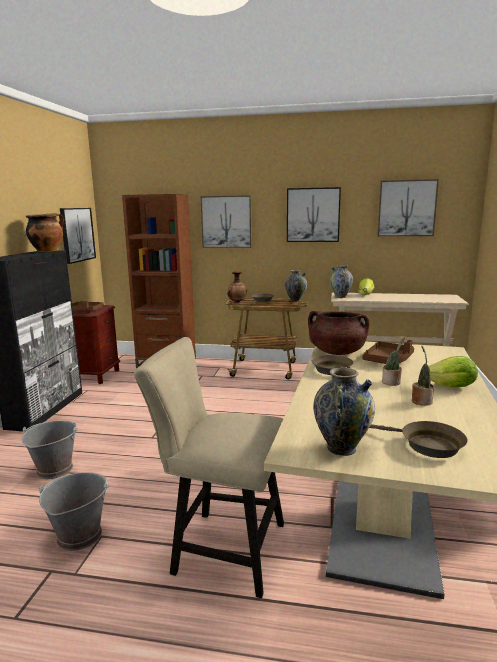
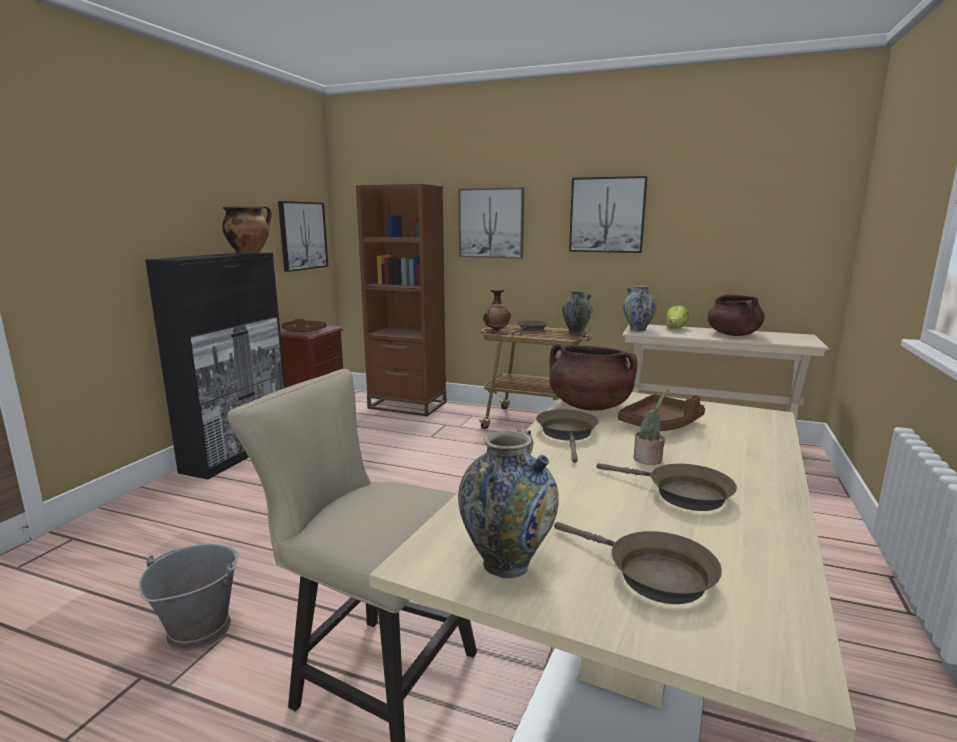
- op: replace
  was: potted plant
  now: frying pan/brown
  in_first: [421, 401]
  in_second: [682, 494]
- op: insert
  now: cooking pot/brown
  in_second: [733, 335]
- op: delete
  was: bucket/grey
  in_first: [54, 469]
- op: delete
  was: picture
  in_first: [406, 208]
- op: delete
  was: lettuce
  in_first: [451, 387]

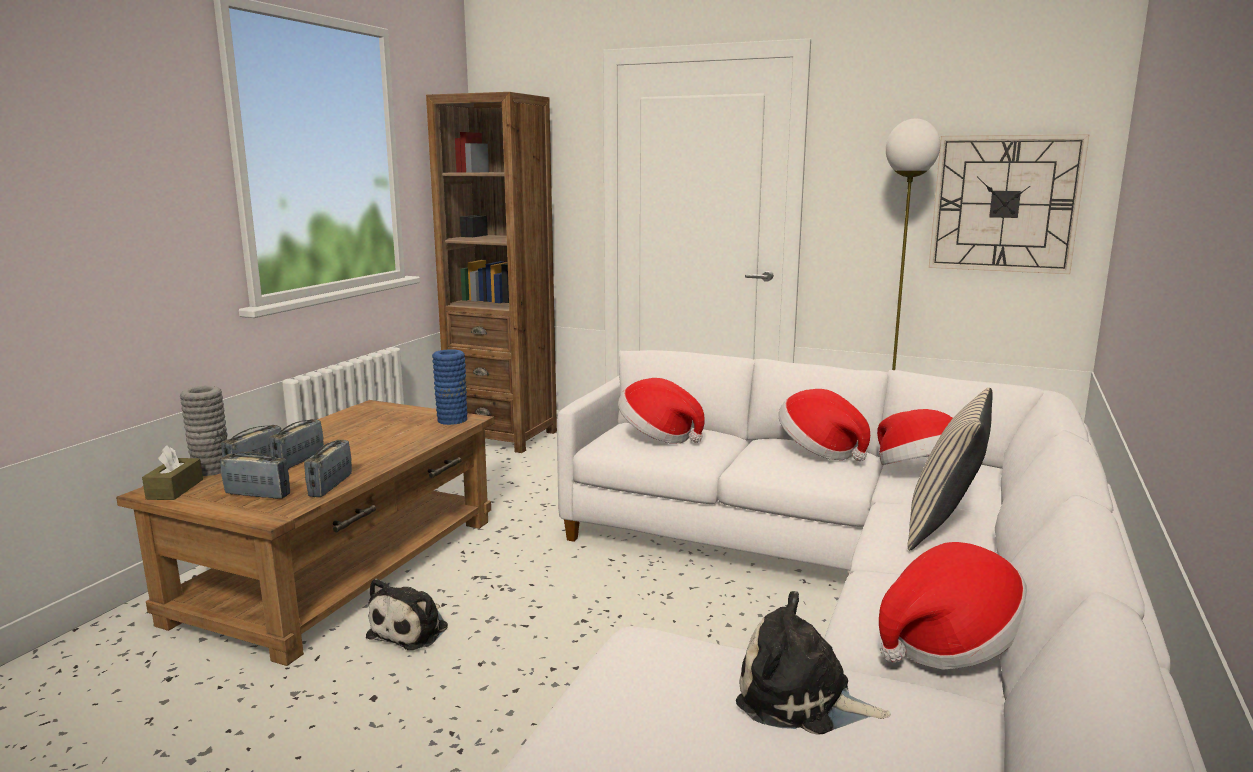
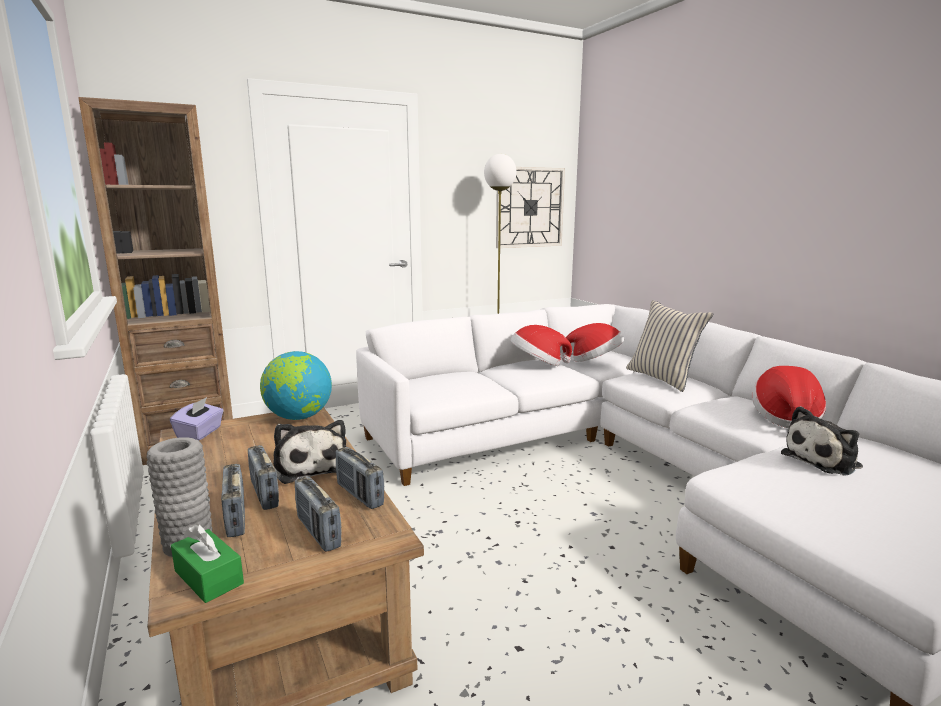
- op: insert
  now: tissue box/purple
  in_second: [200, 433]
- op: recolor
  was: tissue box/brown
  now: tissue box/green
  in_first: [175, 489]
  in_second: [208, 577]
- op: replace
  was: vase/blue
  now: globe
  in_first: [452, 420]
  in_second: [298, 417]
- op: move
  was: plush toy
  in_first: [412, 630]
  in_second: [310, 466]
- op: rotate
  was: radio
  in_first: [257, 494]
  in_second: [318, 533]
  clockwise: -90
- op: delete
  was: hat
  in_first: [658, 436]

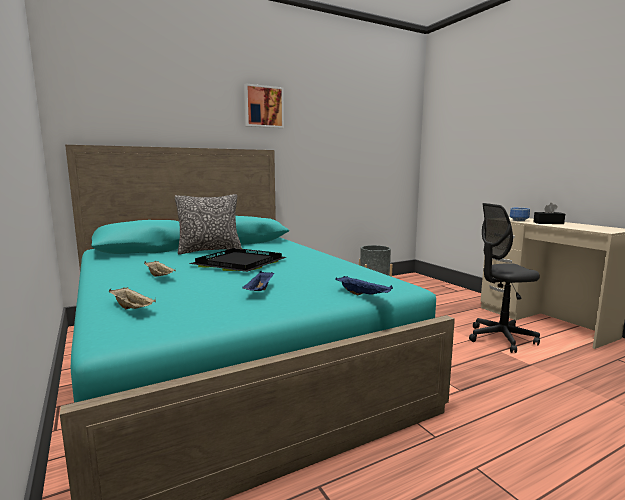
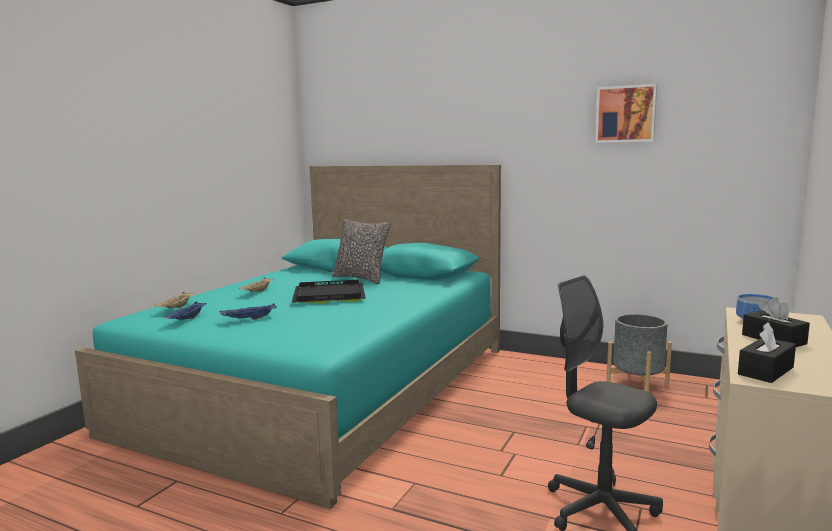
- op: move
  was: tray/blue
  in_first: [363, 295]
  in_second: [187, 320]
- op: move
  was: picture
  in_first: [263, 107]
  in_second: [625, 114]
- op: insert
  now: tissue box/black
  in_second: [765, 371]

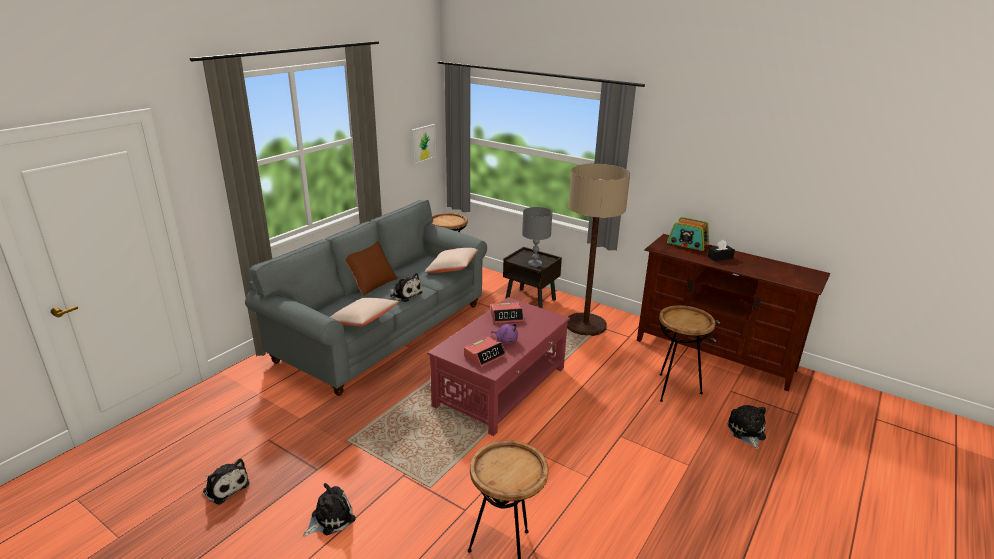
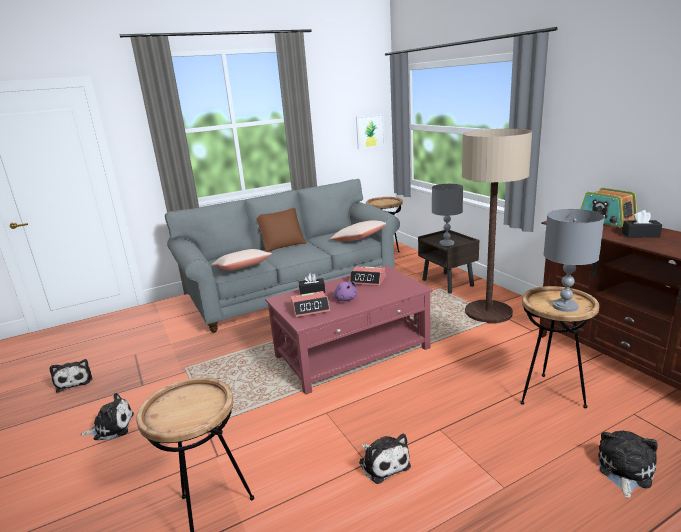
- op: insert
  now: tissue box/black
  in_second: [312, 291]
- op: move
  was: plush toy
  in_first: [404, 294]
  in_second: [383, 463]
- op: insert
  now: table lamp/grey
  in_second: [564, 306]

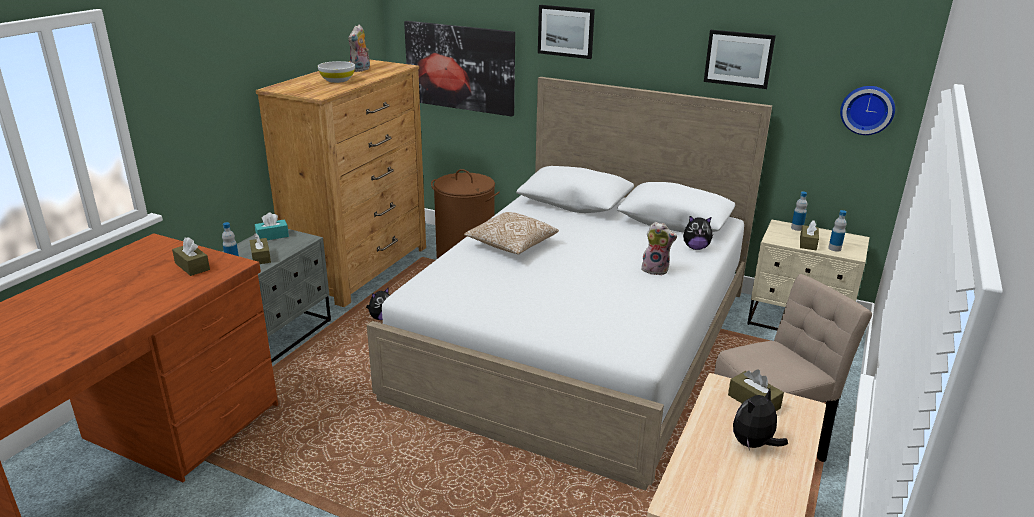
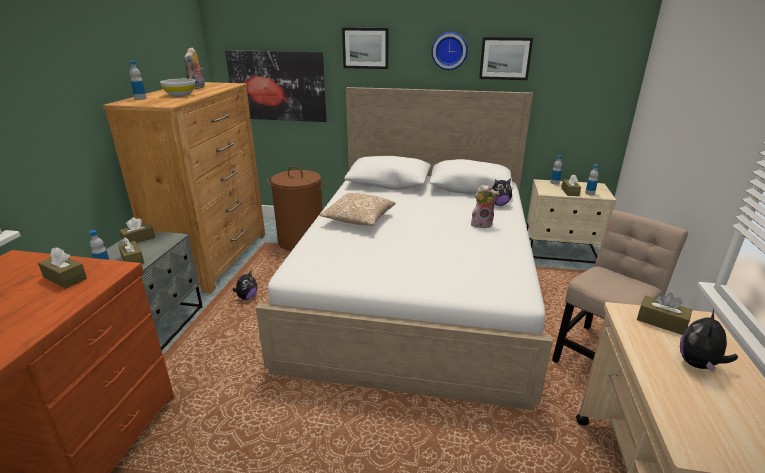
- op: recolor
  was: tissue box/turquoise
  now: tissue box/brown
  in_first: [272, 236]
  in_second: [138, 239]
- op: insert
  now: bottle
  in_second: [140, 99]
- op: move
  was: wall clock
  in_first: [867, 109]
  in_second: [449, 50]

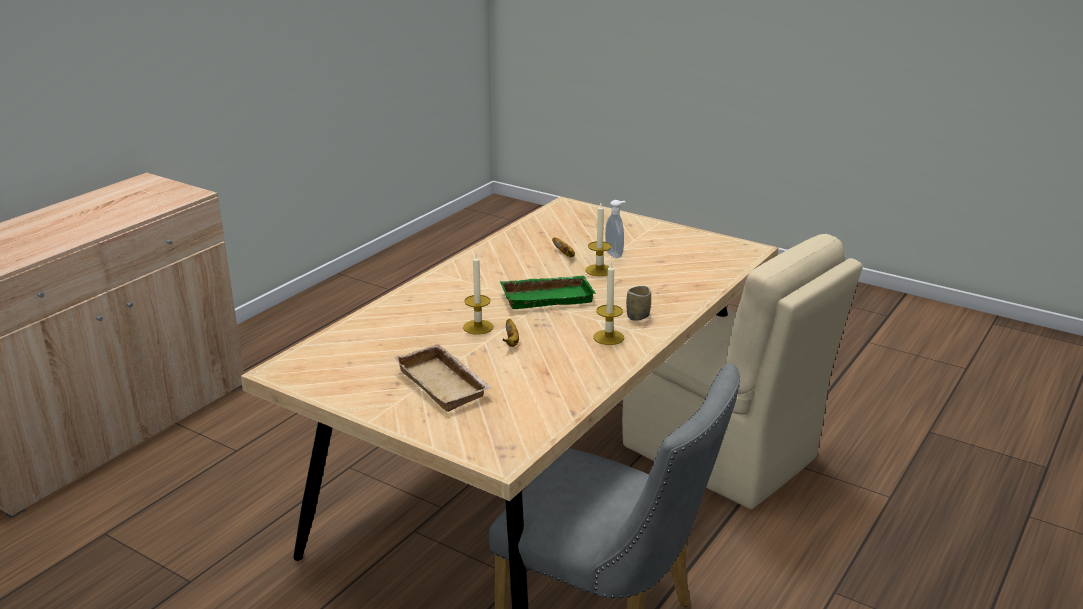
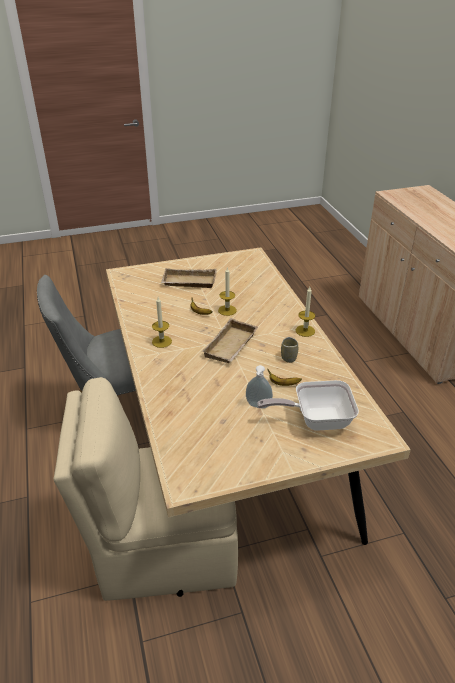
- op: recolor
  was: tray/green
  now: tray/beige
  in_first: [547, 297]
  in_second: [232, 346]
- op: insert
  now: frying pan
  in_second: [316, 420]
- op: move
  was: cup
  in_first: [638, 316]
  in_second: [288, 358]
- op: move
  was: candle
  in_first: [599, 270]
  in_second: [305, 331]

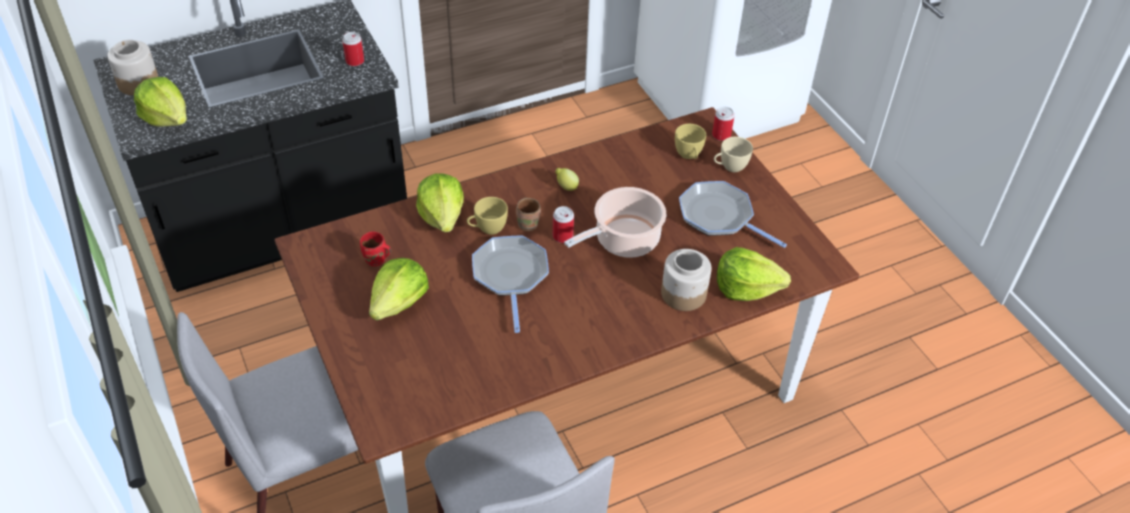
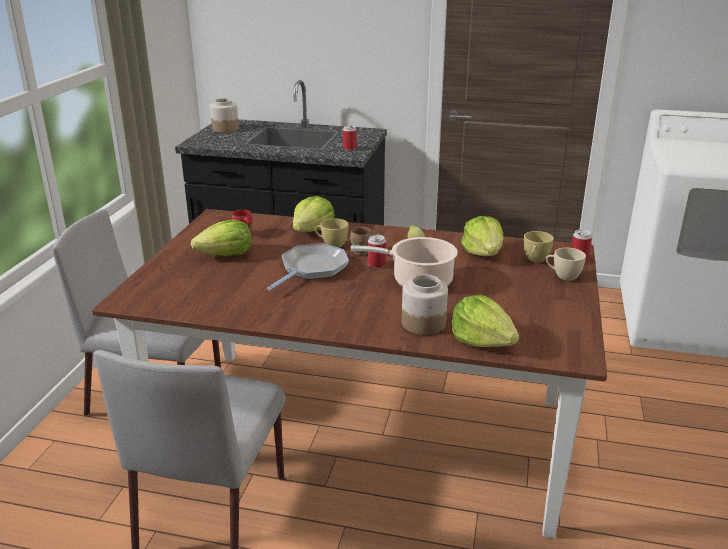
- op: move
  was: lettuce
  in_first: [167, 117]
  in_second: [483, 253]
- op: delete
  was: frying pan
  in_first: [719, 216]

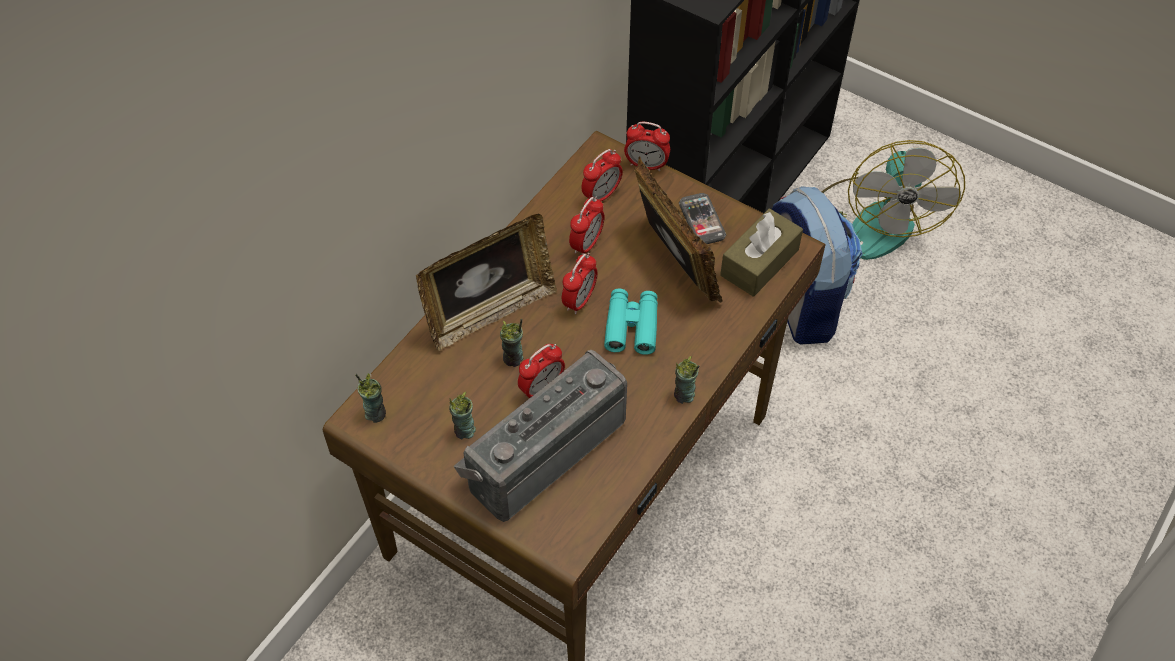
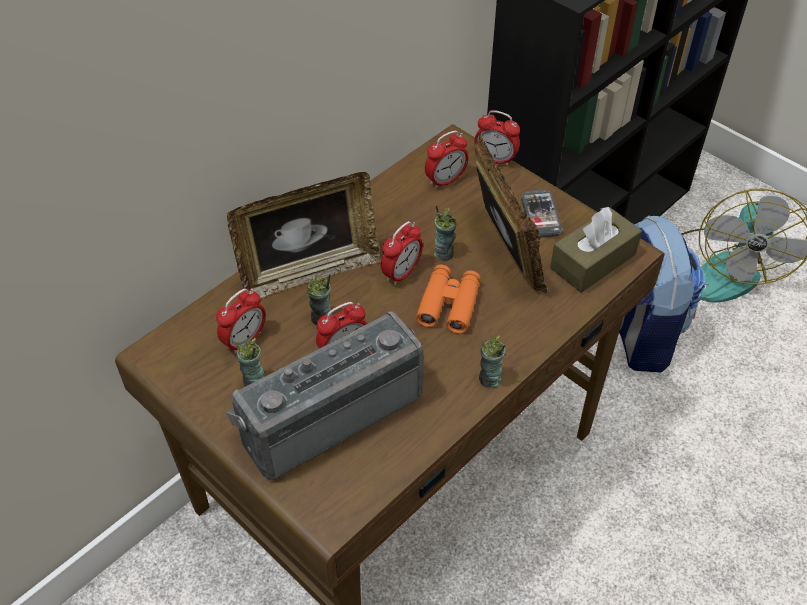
- op: move
  was: alarm clock
  in_first: [587, 244]
  in_second: [244, 340]
- op: recolor
  was: binoculars/turquoise
  now: binoculars/orange
  in_first: [631, 326]
  in_second: [449, 304]
- op: move
  was: cup
  in_first: [375, 413]
  in_second: [444, 253]

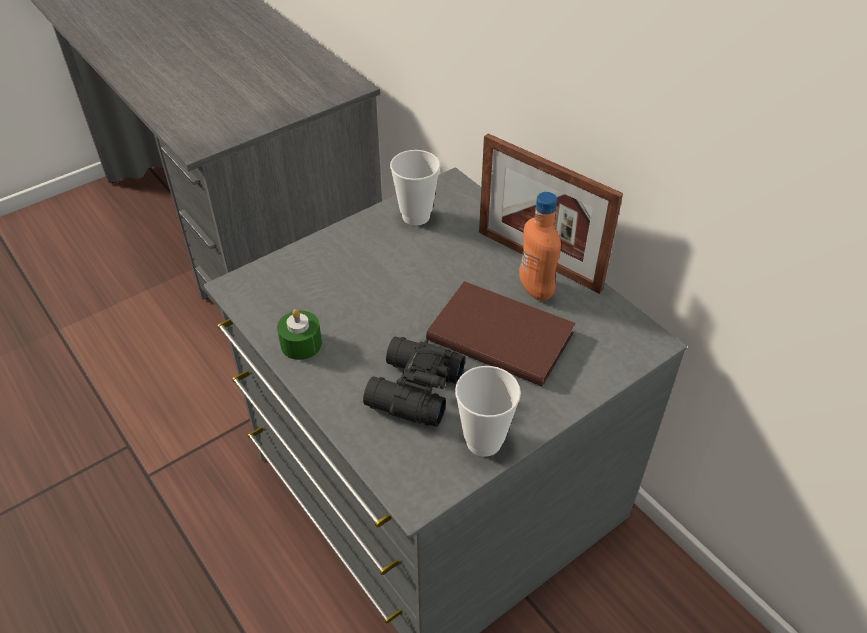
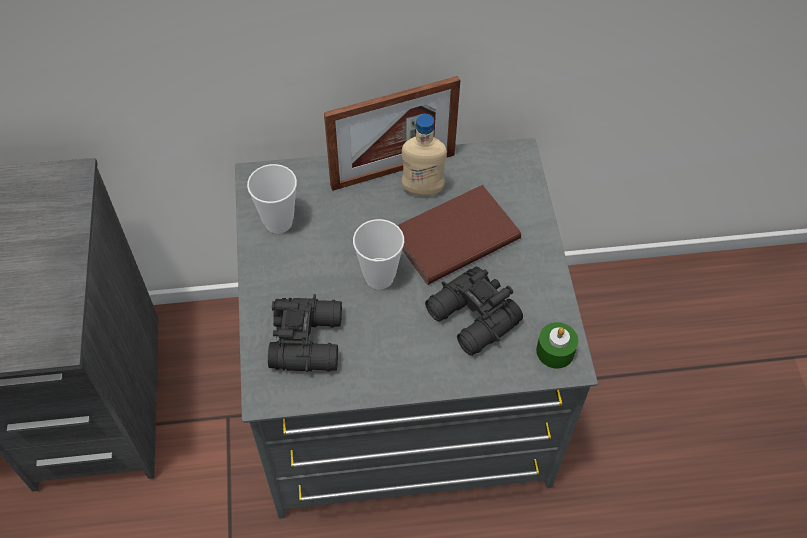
- op: insert
  now: binoculars/black
  in_second: [309, 339]
- op: move
  was: cup
  in_first: [484, 441]
  in_second: [379, 277]
- op: recolor
  was: bottle/orange
  now: bottle/beige
  in_first: [535, 289]
  in_second: [422, 189]
- op: move
  was: candle/green
  in_first: [301, 344]
  in_second: [555, 351]

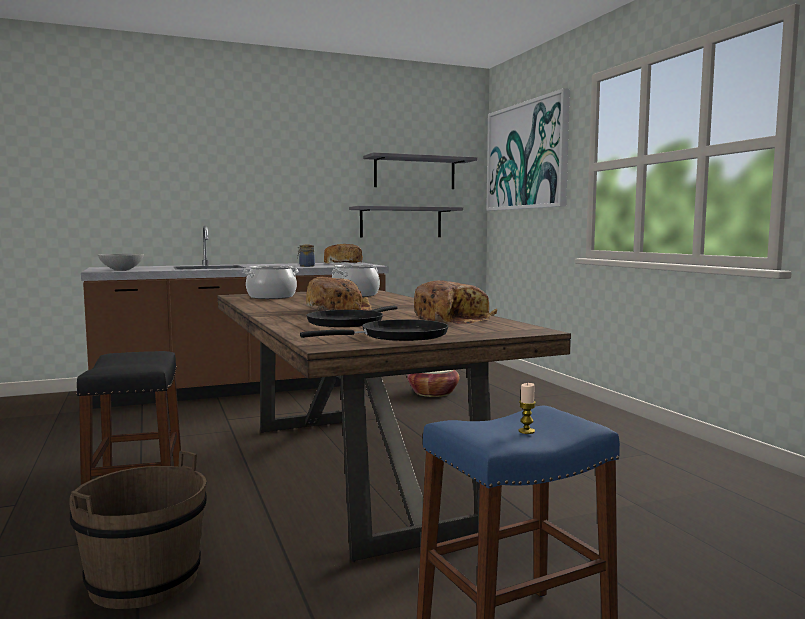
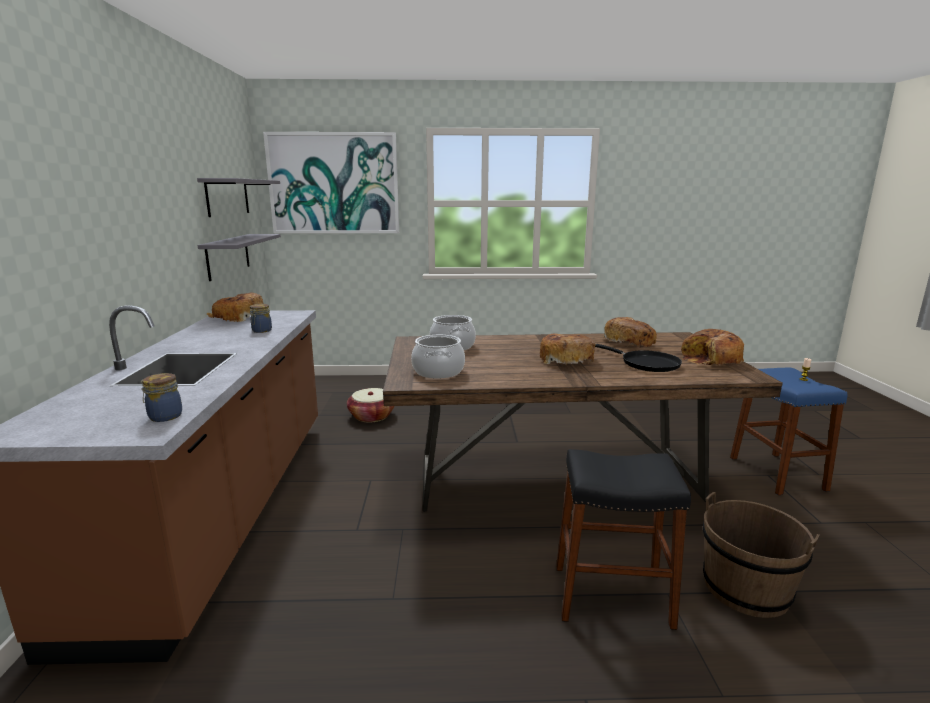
- op: replace
  was: bowl/grey
  now: jar
  in_first: [121, 270]
  in_second: [164, 416]
- op: replace
  was: frying pan/black
  now: bread
  in_first: [398, 336]
  in_second: [711, 359]

